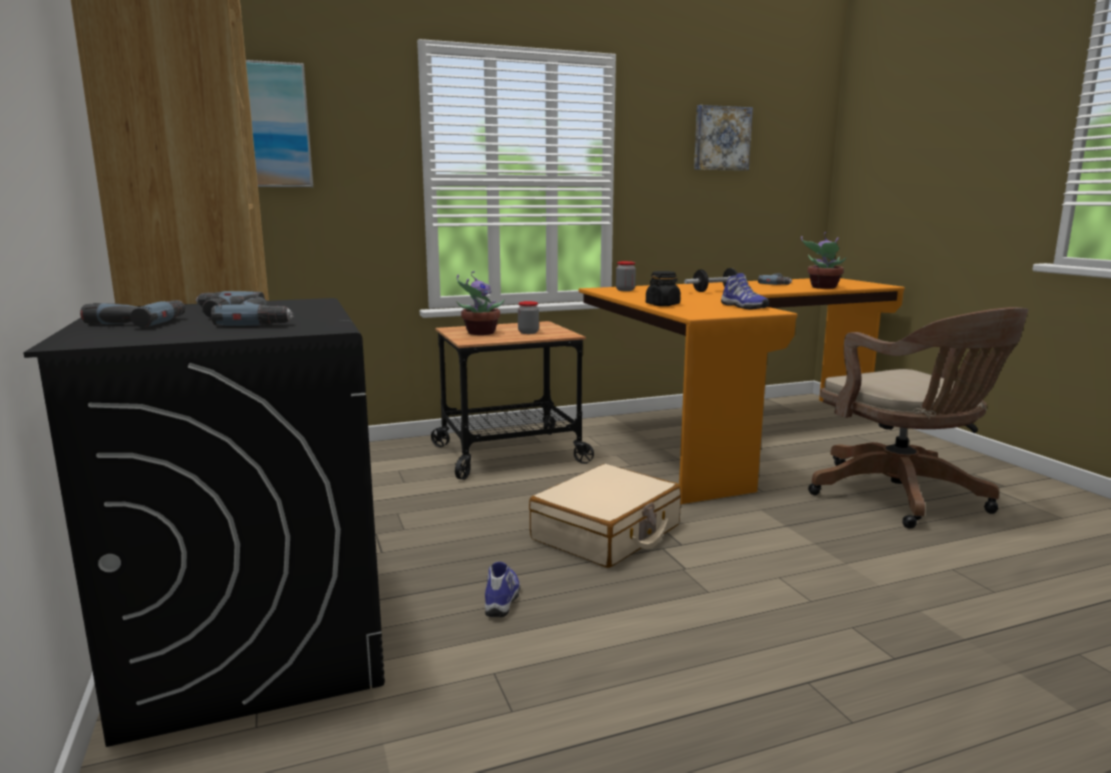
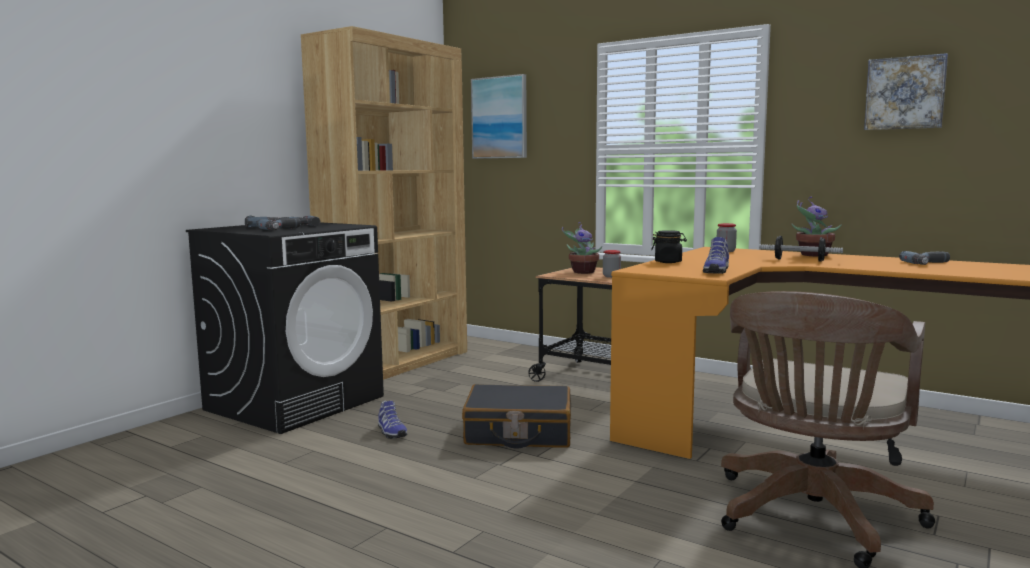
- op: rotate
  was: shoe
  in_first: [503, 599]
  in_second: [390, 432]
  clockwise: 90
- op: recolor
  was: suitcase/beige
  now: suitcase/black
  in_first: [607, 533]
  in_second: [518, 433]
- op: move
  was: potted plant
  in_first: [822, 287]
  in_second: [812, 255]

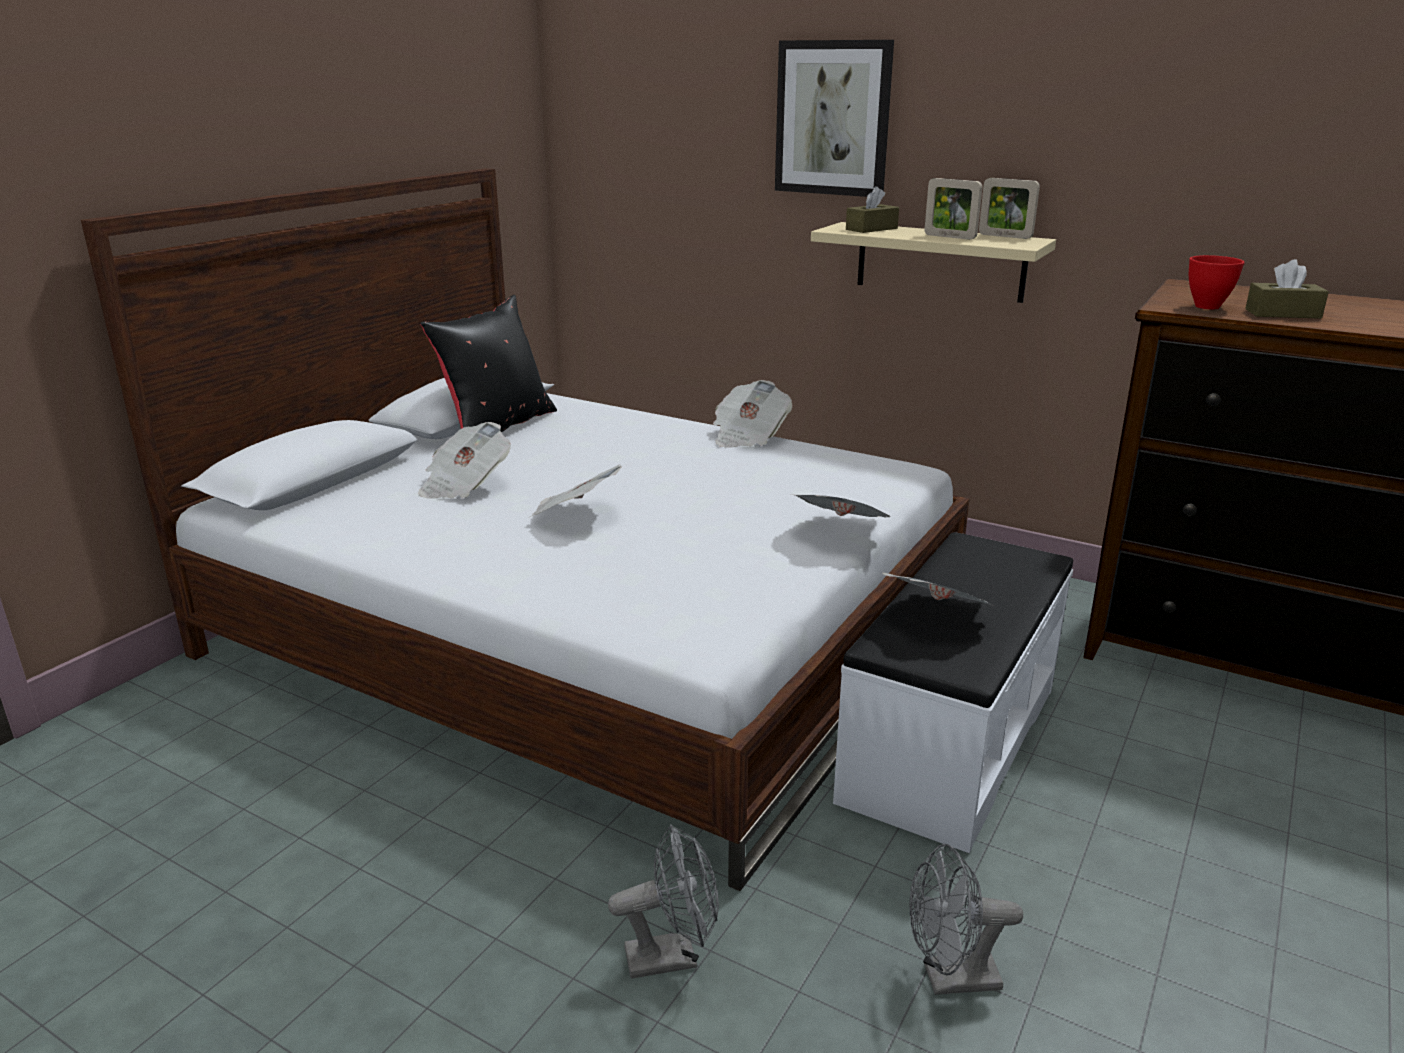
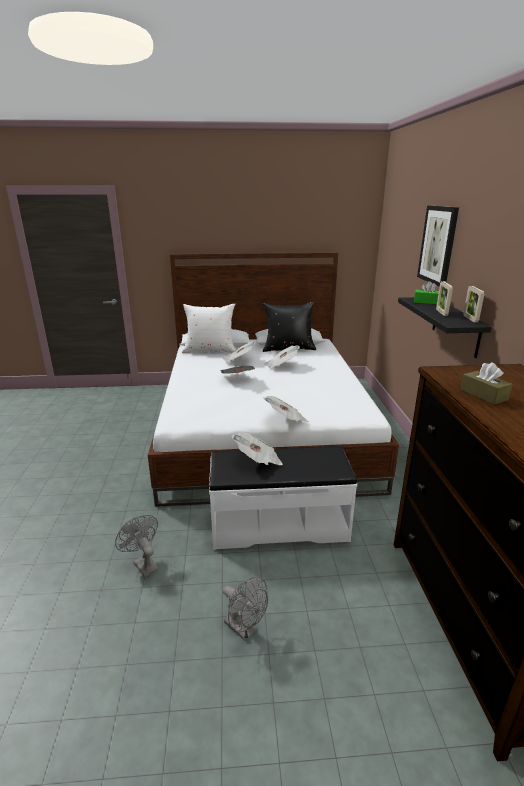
- op: insert
  now: pillow/white
  in_second: [210, 350]
- op: move
  was: fan/grey
  in_first: [672, 956]
  in_second: [244, 629]
- op: move
  was: newspaper
  in_first: [748, 436]
  in_second: [281, 365]
- op: recolor
  was: shelf/beige
  now: shelf/black
  in_first: [940, 261]
  in_second: [456, 326]
- op: recolor
  was: tissue box/brown
  now: tissue box/green
  in_first: [871, 229]
  in_second: [426, 302]
- op: delete
  was: bowl/red
  in_first: [1208, 307]

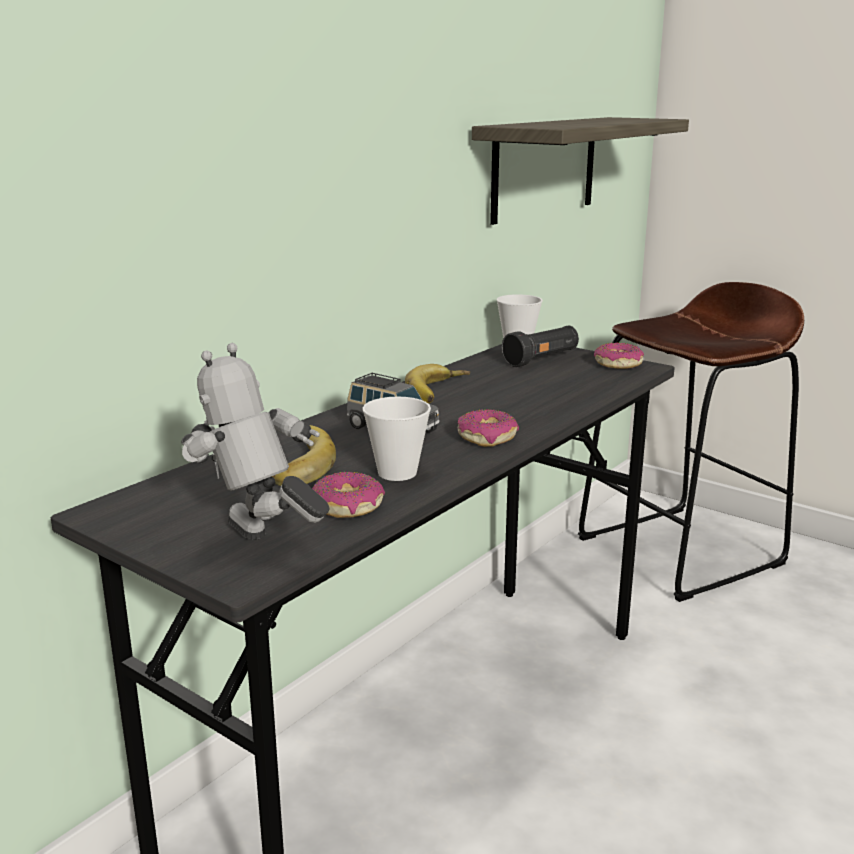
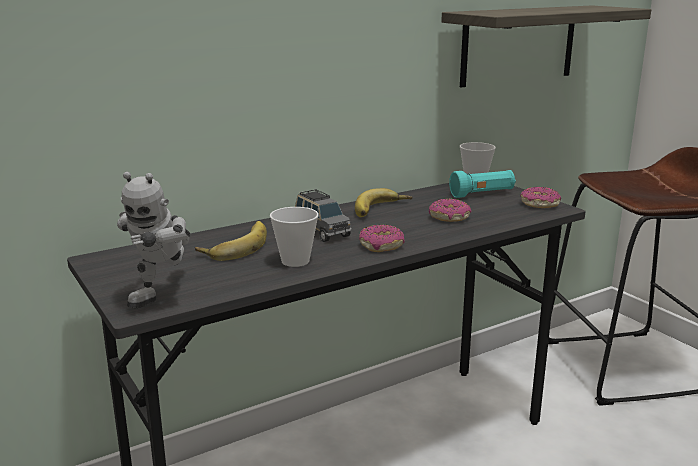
- op: rotate
  was: toy robot
  in_first: [261, 547]
  in_second: [164, 295]
  clockwise: -135
- op: move
  was: donut
  in_first: [347, 507]
  in_second: [449, 217]
- op: recolor
  was: flashlight/black
  now: flashlight/turquoise
  in_first: [541, 360]
  in_second: [482, 194]

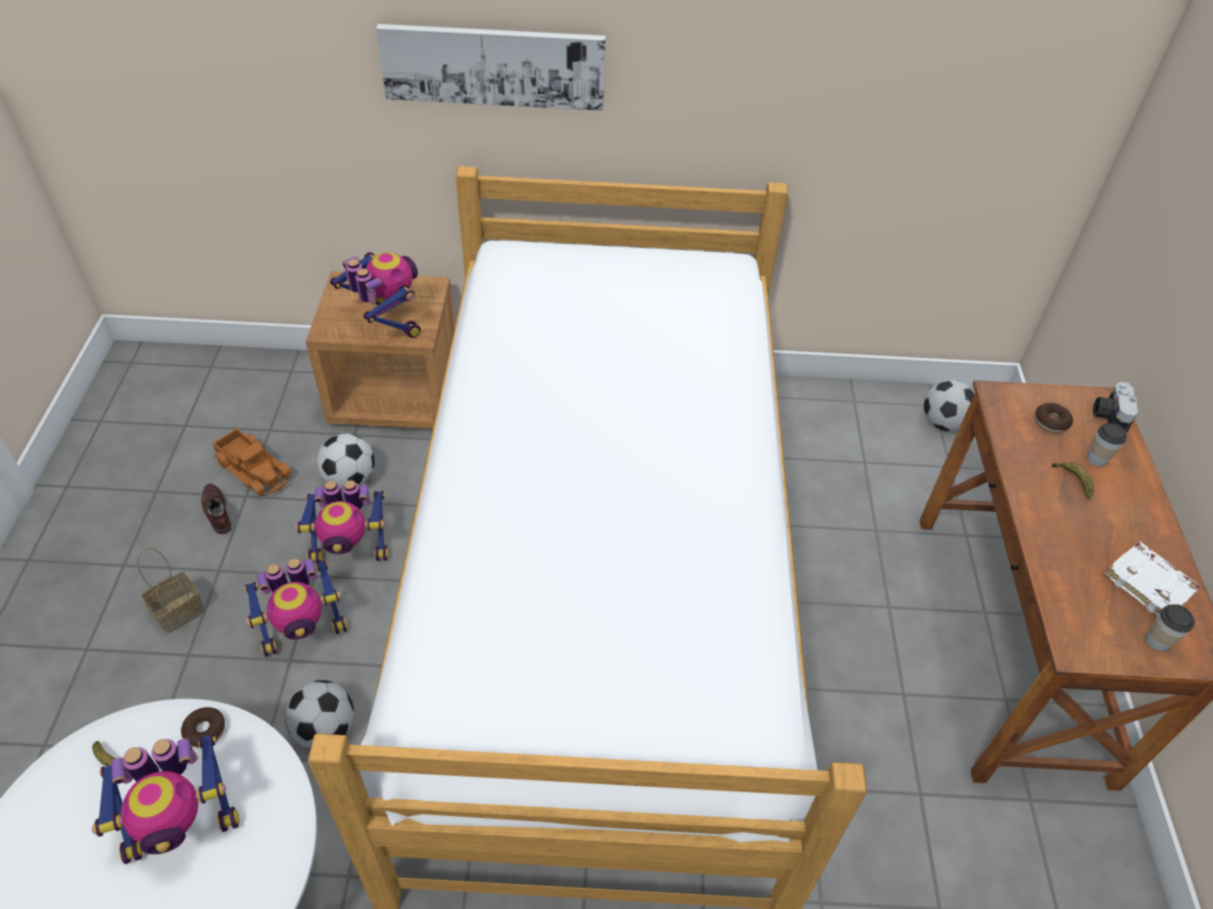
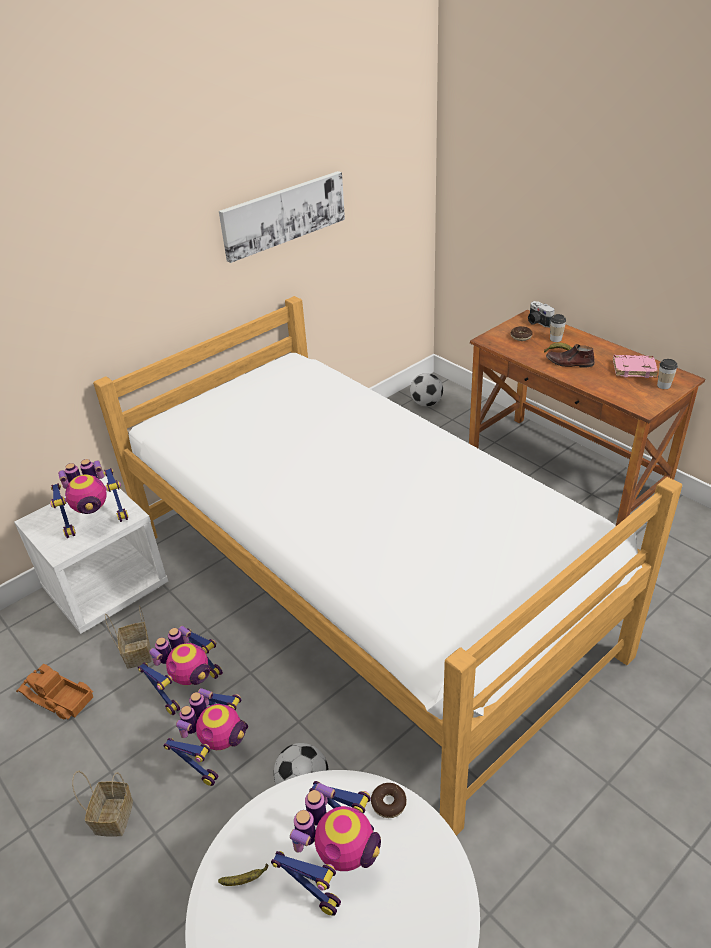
- op: recolor
  was: nightstand/brown
  now: nightstand/white
  in_first: [396, 395]
  in_second: [107, 588]
- op: rotate
  was: toy truck
  in_first: [255, 468]
  in_second: [57, 698]
  clockwise: -150
- op: rotate
  was: toy robot
  in_first: [386, 321]
  in_second: [96, 522]
  clockwise: 150
- op: replace
  was: football
  now: basket
  in_first: [350, 479]
  in_second: [137, 652]
- op: move
  was: picture
  in_first: [493, 65]
  in_second: [283, 214]
- op: move
  was: donut
  in_first: [205, 730]
  in_second: [388, 803]
- op: move
  was: shoe/brown
  in_first: [216, 512]
  in_second: [569, 363]
- op: recolor
  was: book/white
  now: book/pink
  in_first: [1150, 584]
  in_second: [634, 369]

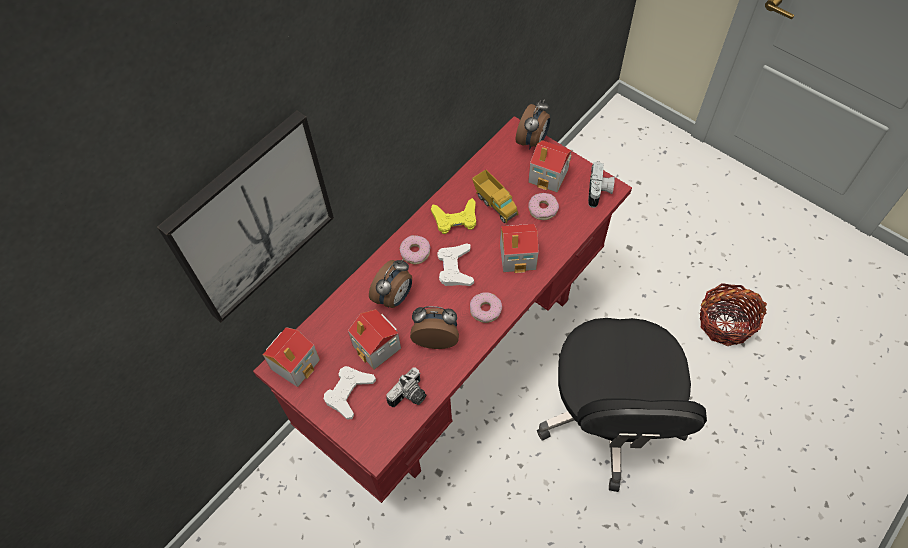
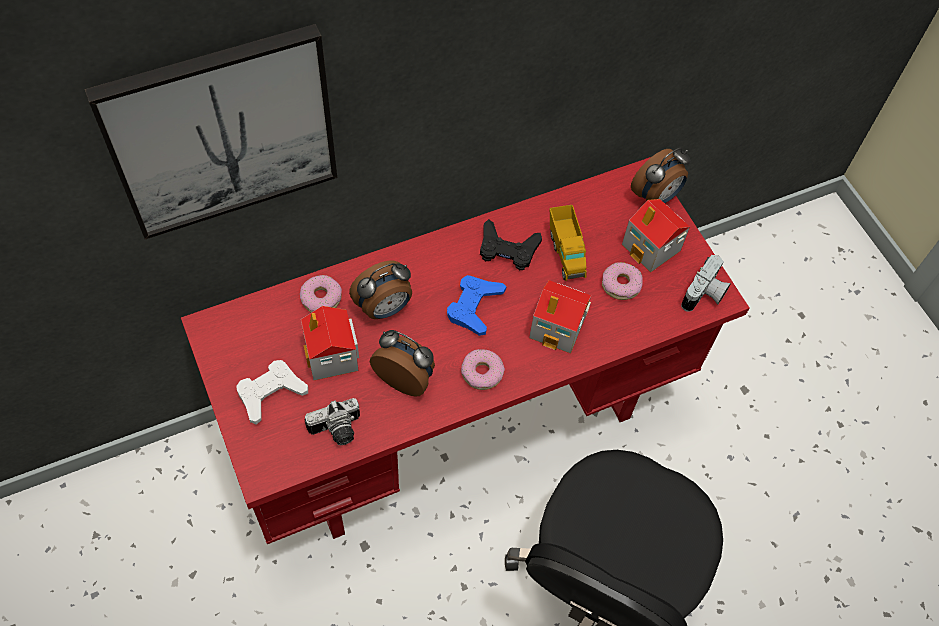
- op: move
  was: donut
  in_first: [415, 252]
  in_second: [321, 298]
- op: recolor
  was: game controller/white
  now: game controller/blue
  in_first: [455, 268]
  in_second: [474, 307]
- op: recolor
  was: game controller/yellow
  now: game controller/black
  in_first: [455, 219]
  in_second: [507, 249]
- op: delete
  was: toy house
  in_first: [295, 363]
- op: delete
  was: basket
  in_first: [725, 322]

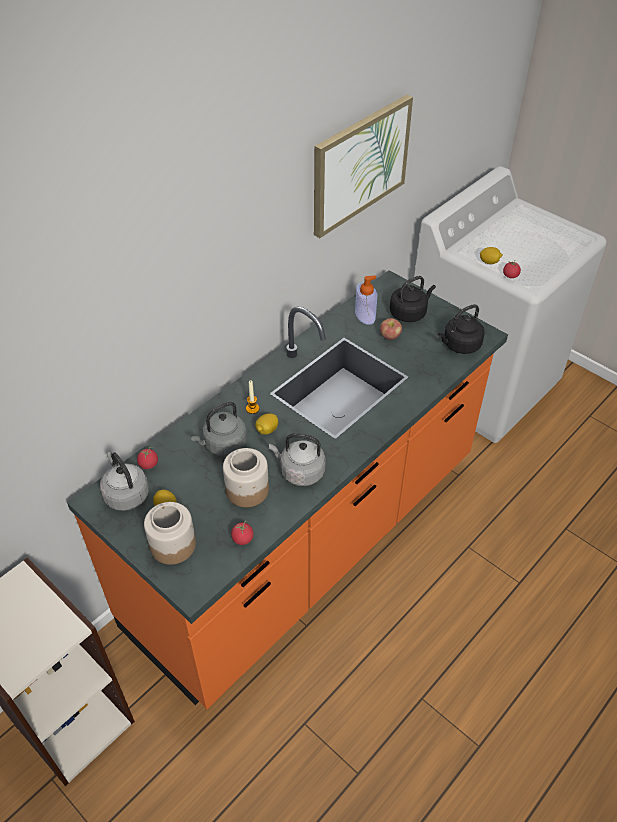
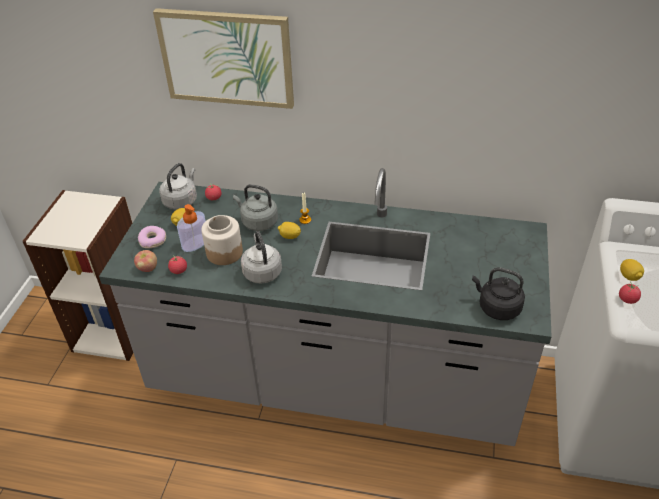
- op: recolor
  was: counter/orange
  now: counter/grey
  in_first: [308, 541]
  in_second: [334, 381]
- op: move
  was: apple
  in_first: [390, 336]
  in_second: [148, 268]
- op: replace
  was: jar
  now: donut
  in_first: [172, 544]
  in_second: [153, 240]
- op: move
  was: picture
  in_first: [360, 165]
  in_second: [227, 58]
- op: move
  was: soap dispenser
  in_first: [365, 315]
  in_second: [195, 243]
- op: delete
  was: kettle/black
  in_first: [409, 313]

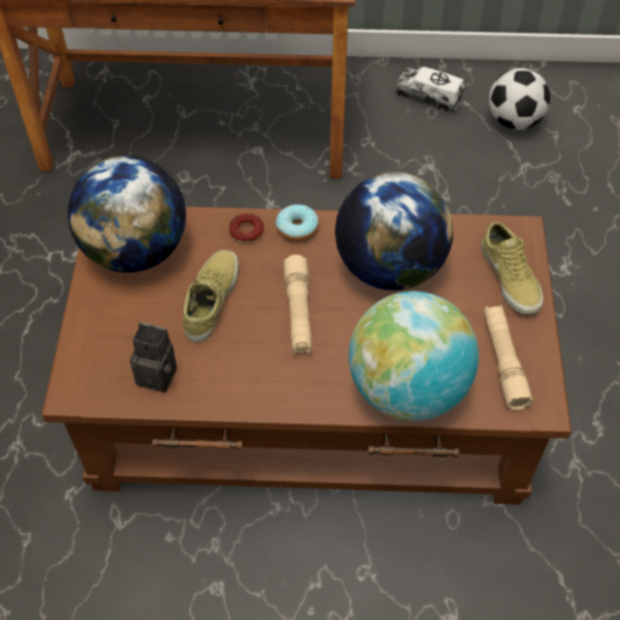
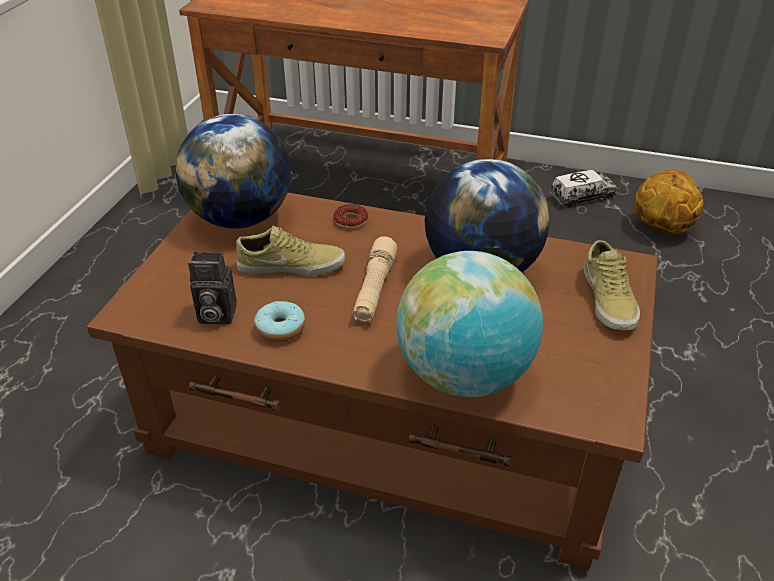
- op: rotate
  was: photo camera
  in_first: [160, 374]
  in_second: [214, 315]
  clockwise: 150
- op: rotate
  was: shoe/beige
  in_first: [209, 299]
  in_second: [291, 264]
  clockwise: 60
- op: move
  was: donut
  in_first: [297, 228]
  in_second: [280, 329]
- op: rotate
  was: toy truck
  in_first: [429, 96]
  in_second: [582, 197]
  clockwise: 120
- op: replace
  was: football
  now: basketball
  in_first: [514, 121]
  in_second: [661, 227]
- op: delete
  was: flashlight/beige
  in_first: [504, 361]

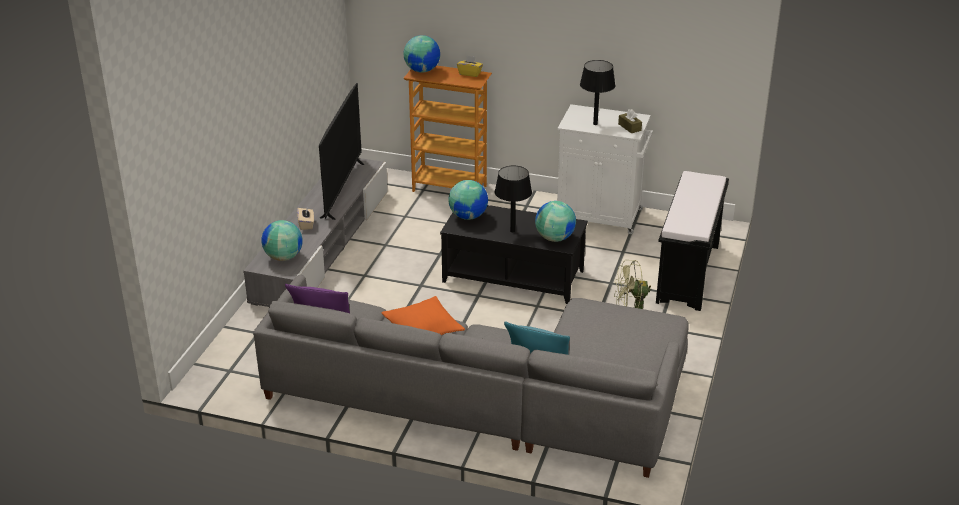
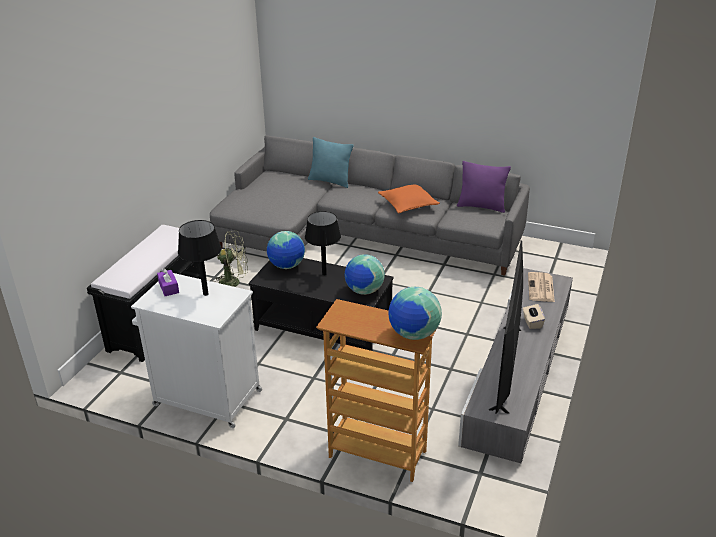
- op: recolor
  was: tissue box/brown
  now: tissue box/purple
  in_first: [629, 127]
  in_second: [168, 287]
- op: replace
  was: globe
  now: newspaper
  in_first: [283, 257]
  in_second: [541, 288]
- op: delete
  was: tissue box/yellow
  in_first: [470, 73]

